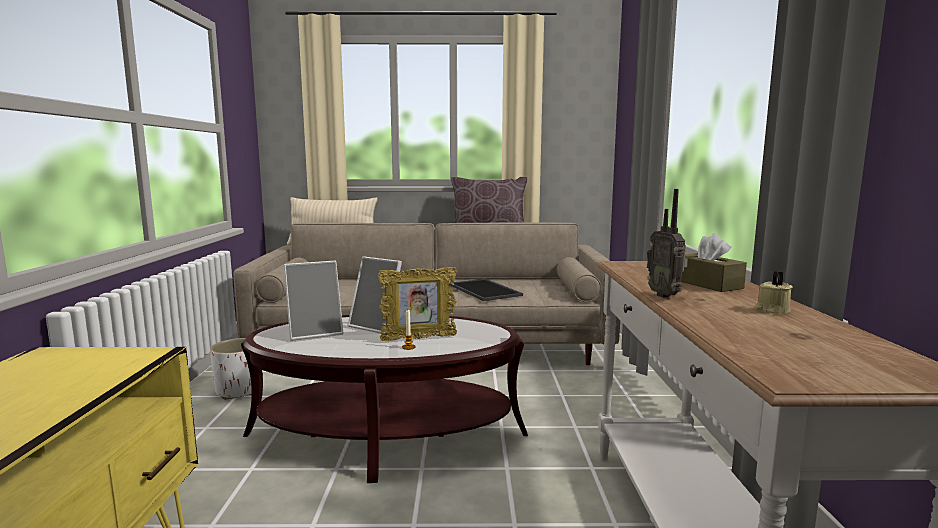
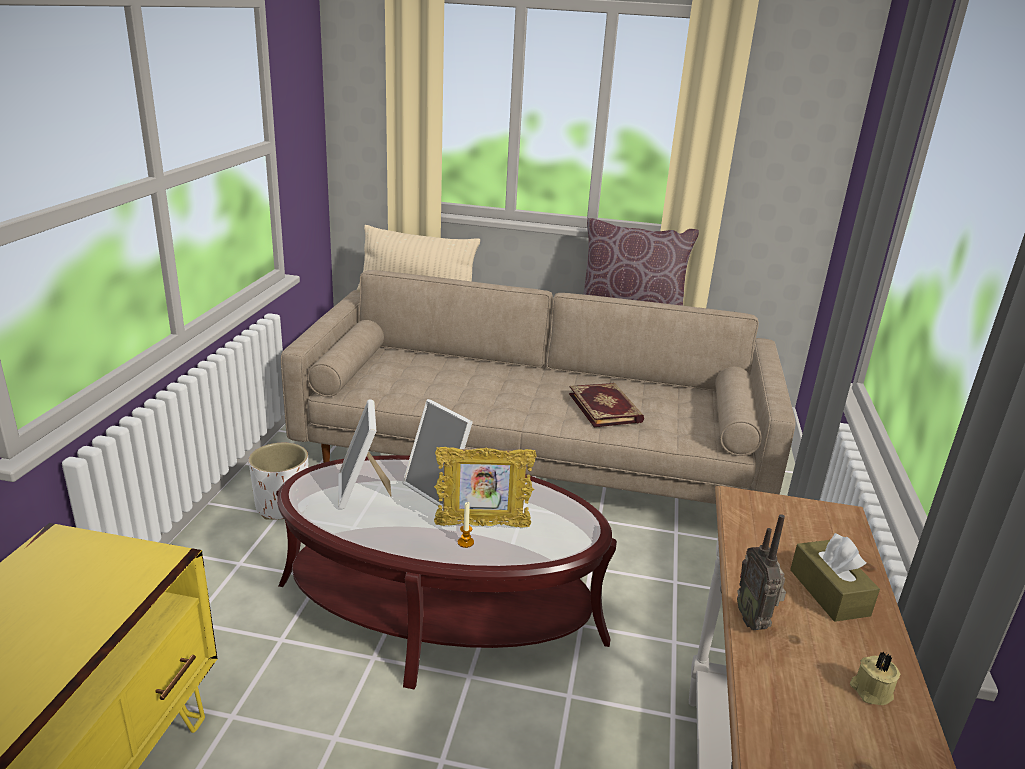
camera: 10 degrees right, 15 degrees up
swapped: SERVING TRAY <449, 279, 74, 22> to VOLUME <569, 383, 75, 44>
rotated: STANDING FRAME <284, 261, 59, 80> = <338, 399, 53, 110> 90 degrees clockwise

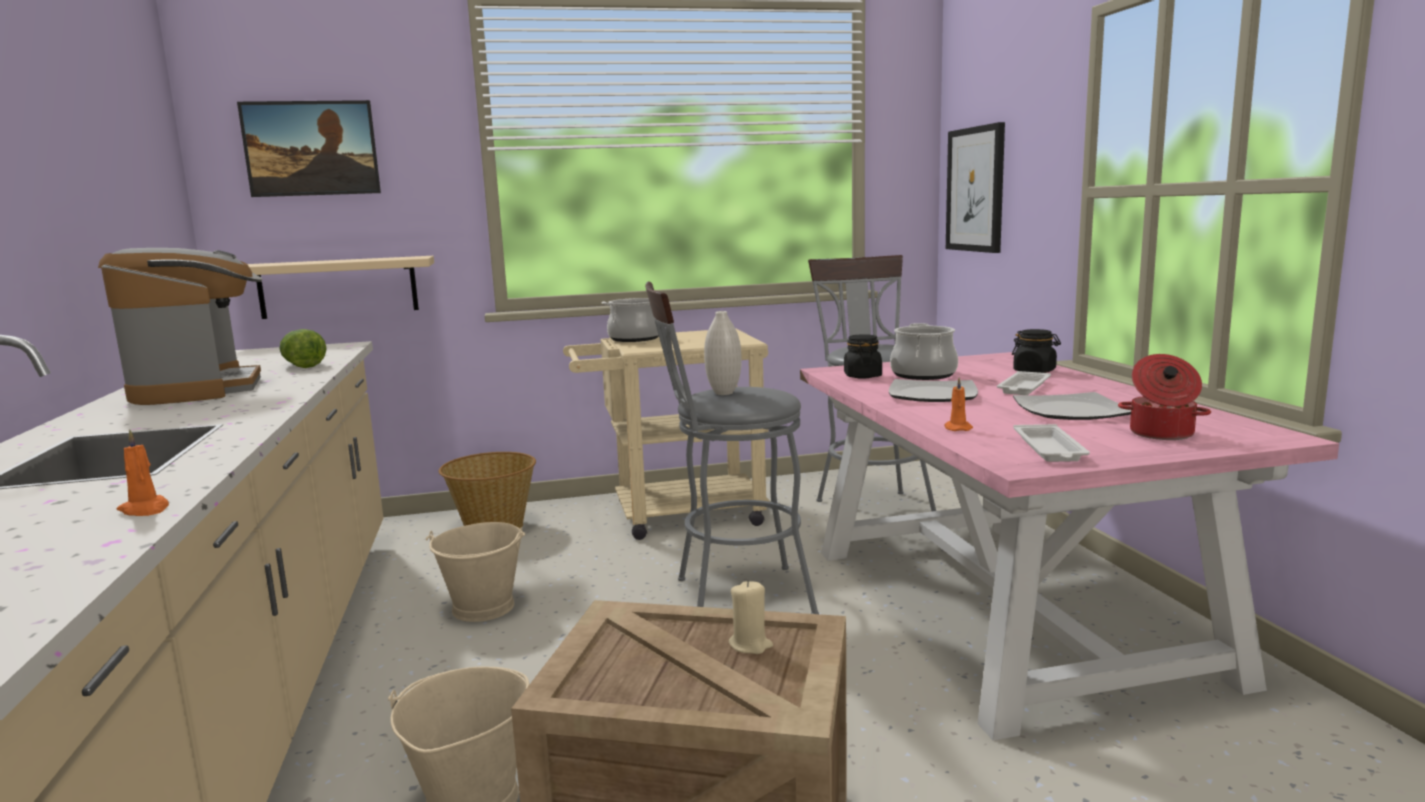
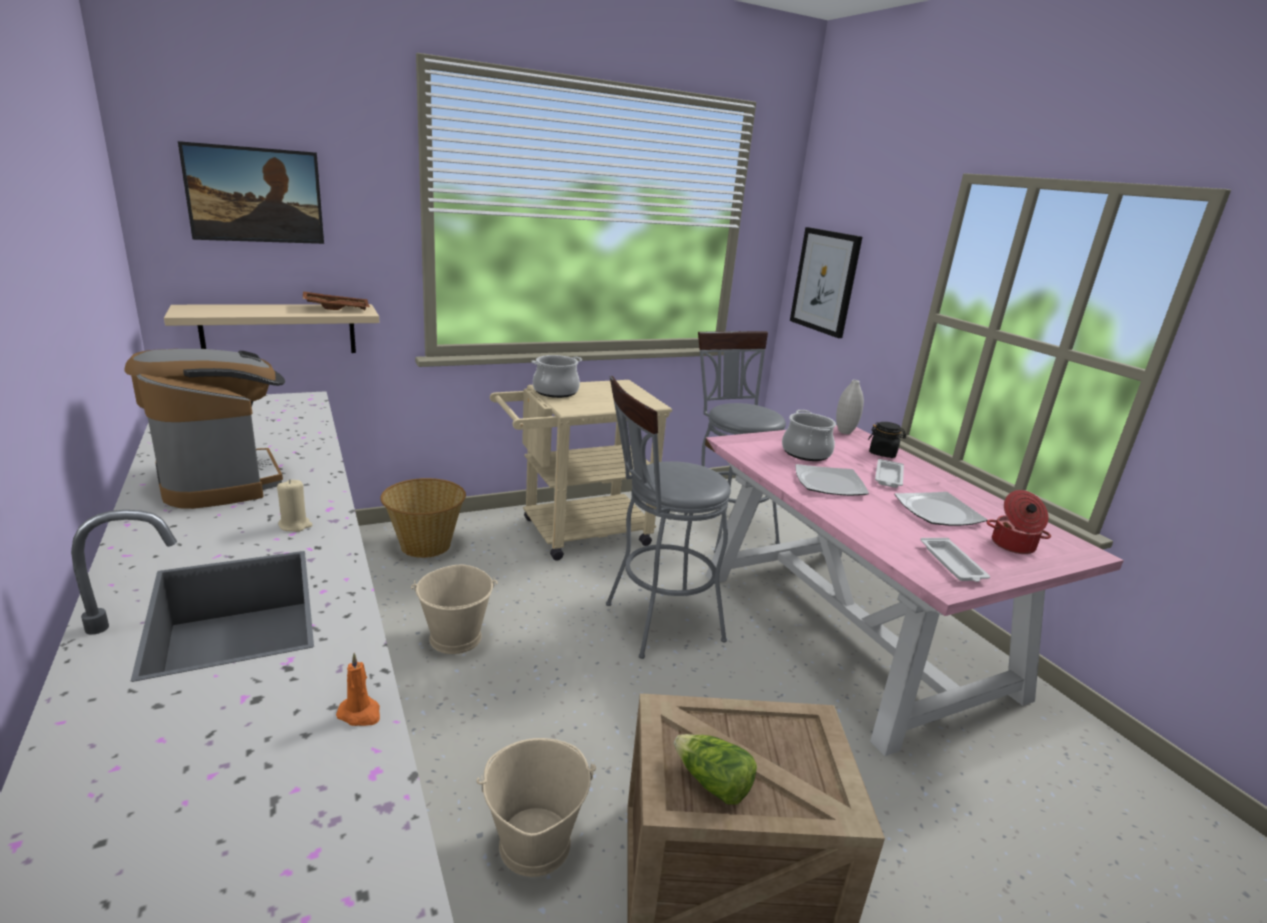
camera: 15 degrees left, 10 degrees up
gone: BLACK-COLOURED PRESERVE JAR <844, 334, 38, 45>; ORANGEY WAX LIGHT <944, 377, 29, 54>
new: BROWN SERVING TRAY <303, 291, 67, 19>
shifted: WHITISH FLOWER VASE <704, 311, 38, 84> to <836, 380, 28, 54>; LETTUCE <279, 329, 47, 39> to <674, 734, 83, 71>; SAND-COLOURED WAX LIGHT <729, 581, 44, 73> to <277, 479, 36, 53>

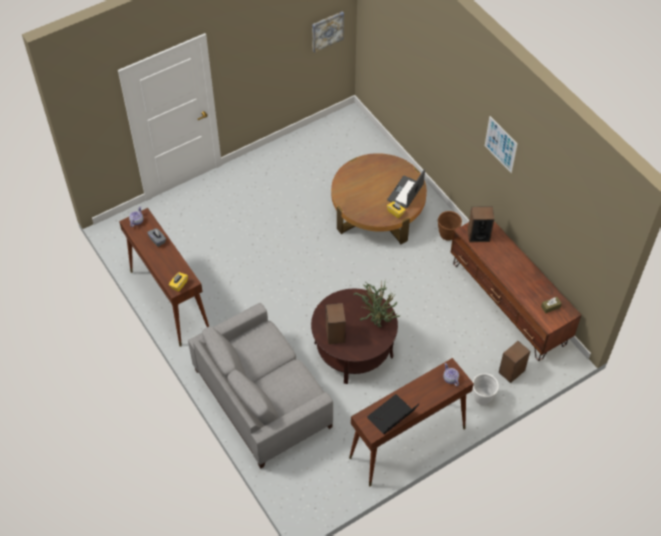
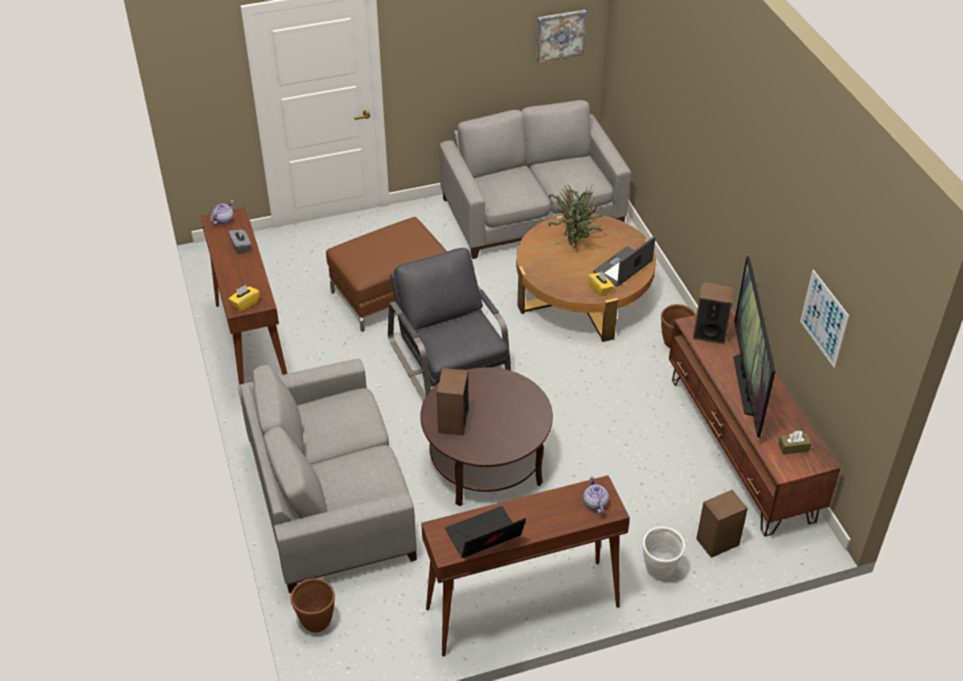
camera: 15 degrees right, 10 degrees down
new: GREY SOFA <440, 100, 191, 159>; BROWN OTTOMAN <326, 217, 121, 115>; GREY ARMCHAIR <388, 248, 123, 154>; TV <733, 256, 43, 181>; BROWN FLOWER POT <290, 578, 45, 55>
shifted: WALL ART <485, 116, 33, 57> to <800, 269, 49, 99>; HOUSEPLANT <354, 282, 46, 45> to <548, 183, 54, 65>

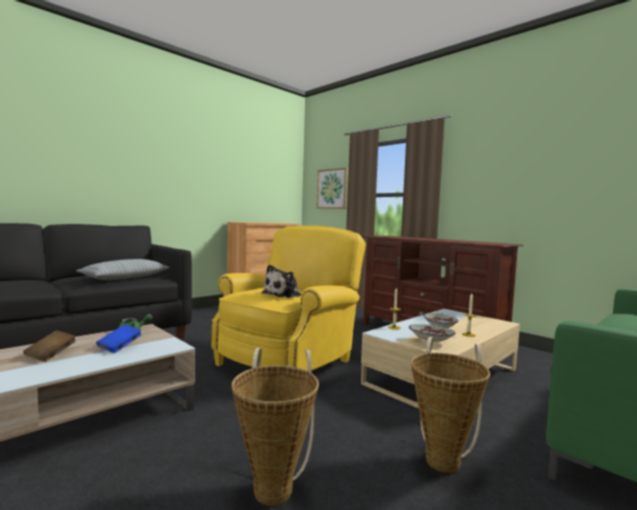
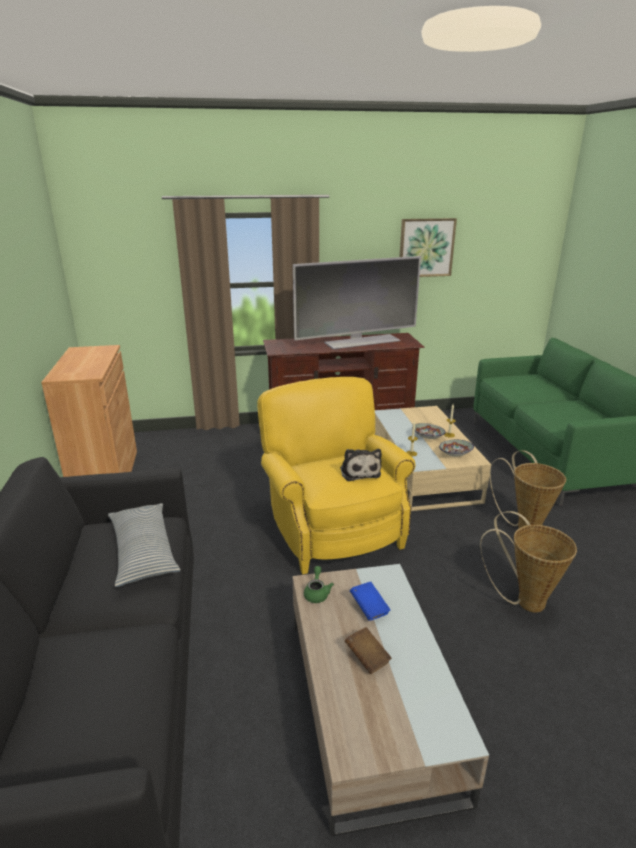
camera: 55 degrees left, 20 degrees up
new: TV <293, 256, 128, 93>
shifted: WALL ART <316, 168, 32, 41> to <399, 218, 58, 59>

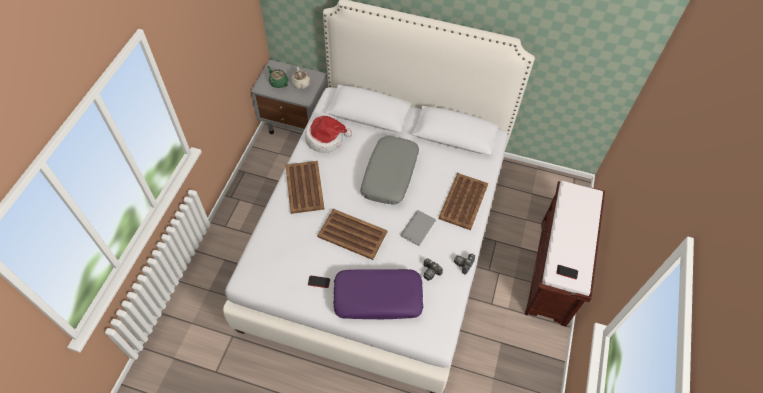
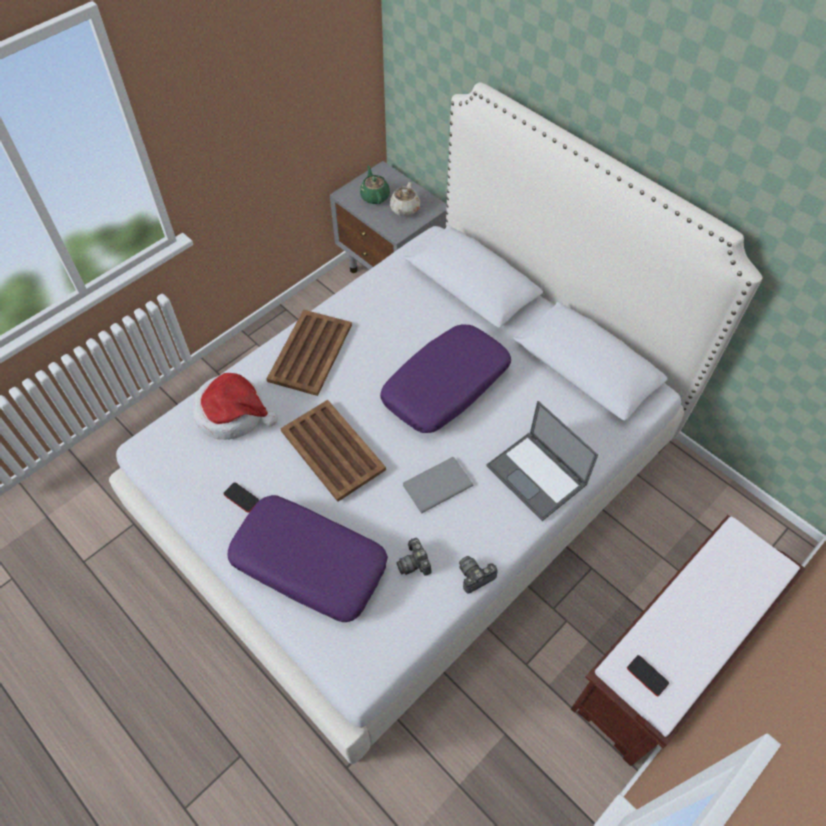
camera: 30 degrees right, 0 degrees up
shifted: CLOTHING HAT <305, 116, 47, 37> to <193, 373, 85, 67>
swapped: BROWN SERVING TRAY <439, 173, 49, 57> to PORTABLE COMPUTER <486, 401, 112, 120>
repainted: GREY THROW PILLOW <360, 136, 59, 68> to PURPLE-COLOURED THROW PILLOW <380, 325, 131, 108>

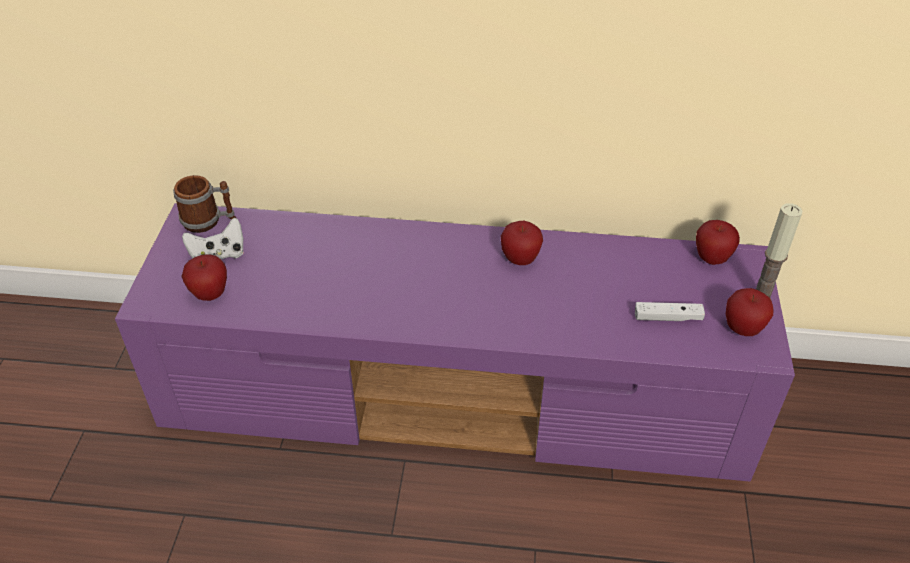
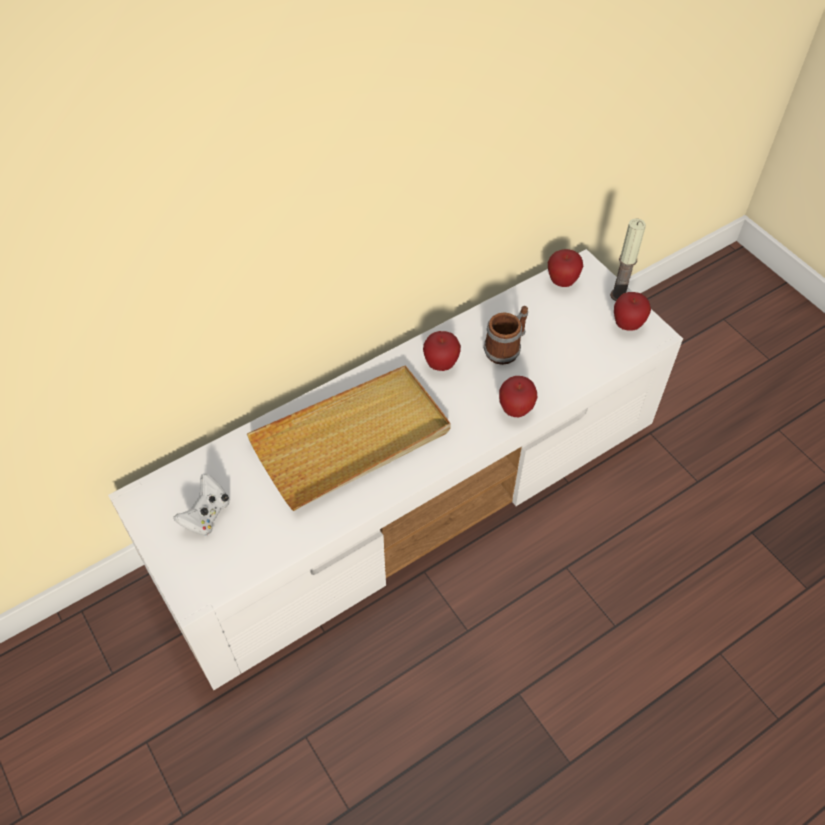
camera: 40 degrees left, 10 degrees up
gone: WHITISH GAMEPAD <635, 302, 70, 19>
new: SAND-COLOURED SERVING TRAY <247, 365, 204, 146>
shifted: MUG <173, 175, 63, 58> to <484, 306, 44, 59>; APPLE FRUIT <181, 254, 46, 47> to <499, 376, 38, 41>
repainted: PURPLE-COLOURED TV UNIT <115, 203, 680, 279> to WHITISH TV UNIT <108, 249, 575, 441>

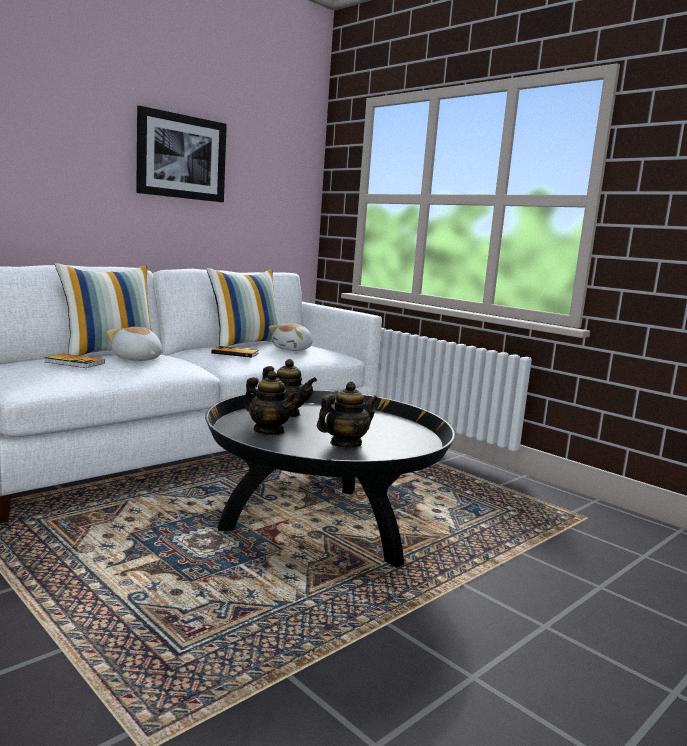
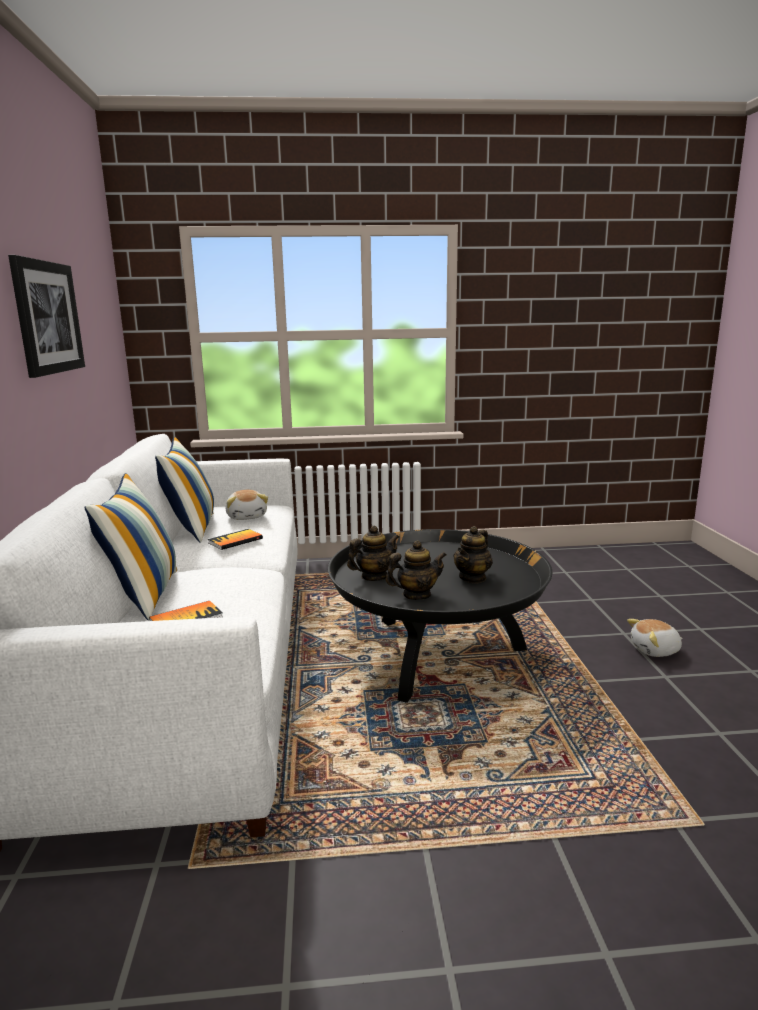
camera: 50 degrees left, 5 degrees up
shifted: CUDDLY TOY <107, 327, 55, 34> to <627, 619, 56, 38>
rotated: POT FOR TEA <317, 381, 61, 67> = <453, 526, 40, 58> 150 degrees counterclockwise

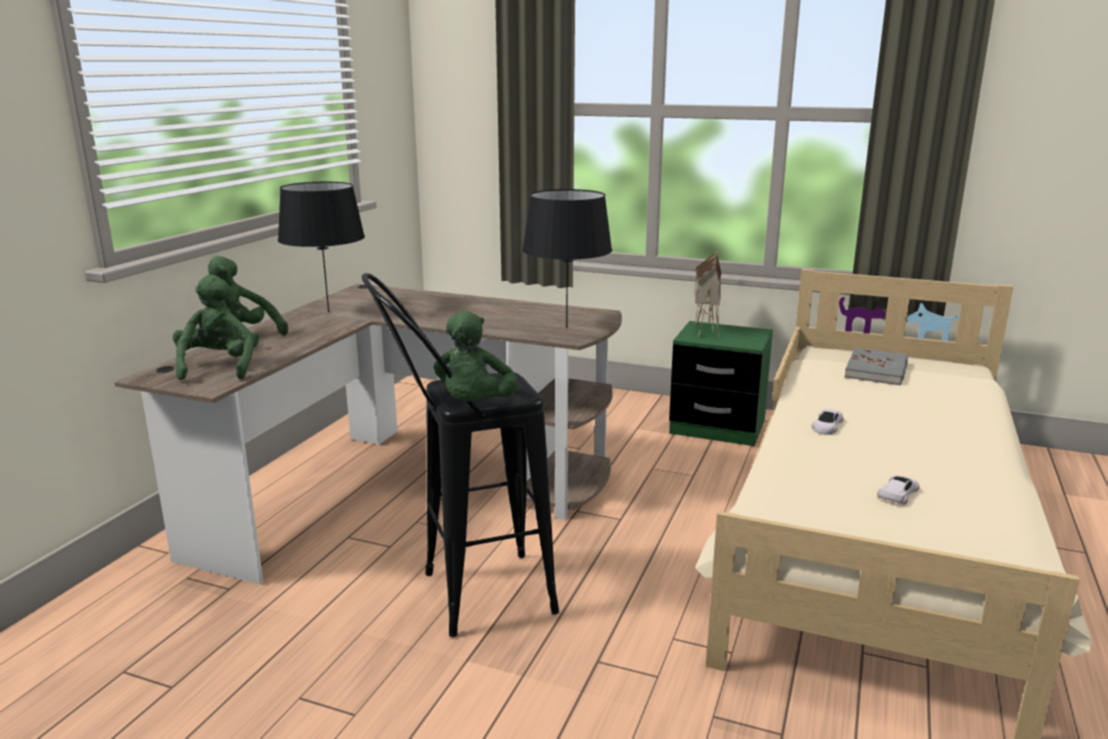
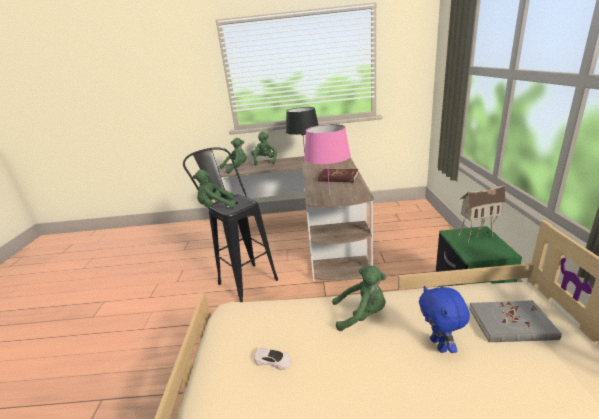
camera: 70 degrees right, 5 degrees up
new: REDDISH VOLUME <318, 168, 40, 14>; BLUE-COLOURED CUDDLY TOY <419, 286, 51, 67>
swapped: WHITISH TOY CAR <812, 409, 32, 26> to GREENISH CUDDLY TOY <332, 266, 54, 65>
repainted: BLACK-COLOURED TABLE LAMP <522, 189, 90, 139> to PINK TABLE LAMP <304, 124, 47, 72>

